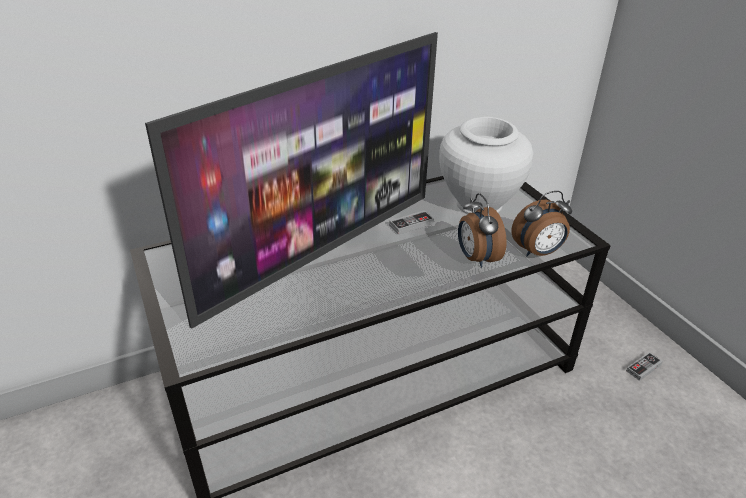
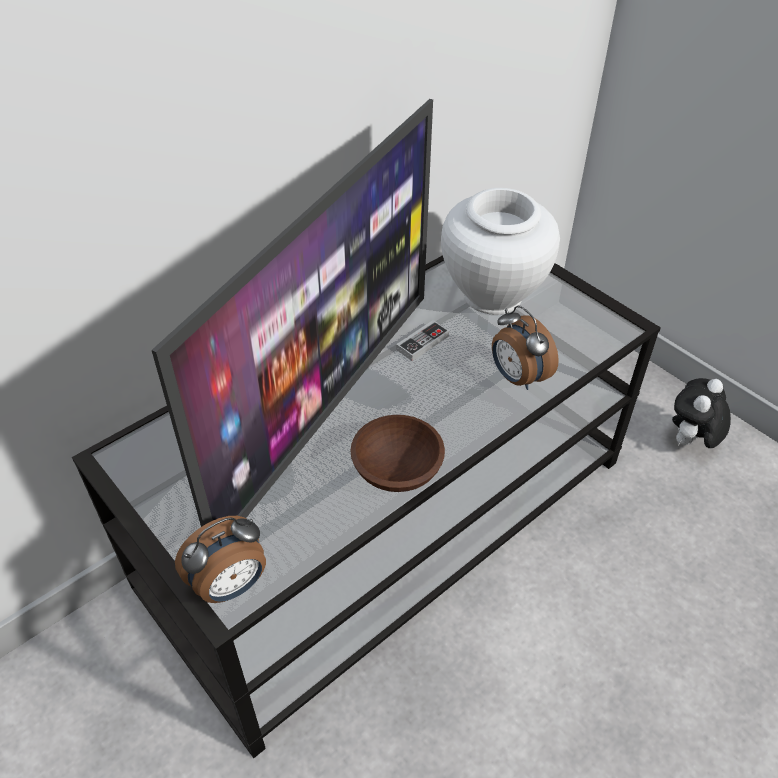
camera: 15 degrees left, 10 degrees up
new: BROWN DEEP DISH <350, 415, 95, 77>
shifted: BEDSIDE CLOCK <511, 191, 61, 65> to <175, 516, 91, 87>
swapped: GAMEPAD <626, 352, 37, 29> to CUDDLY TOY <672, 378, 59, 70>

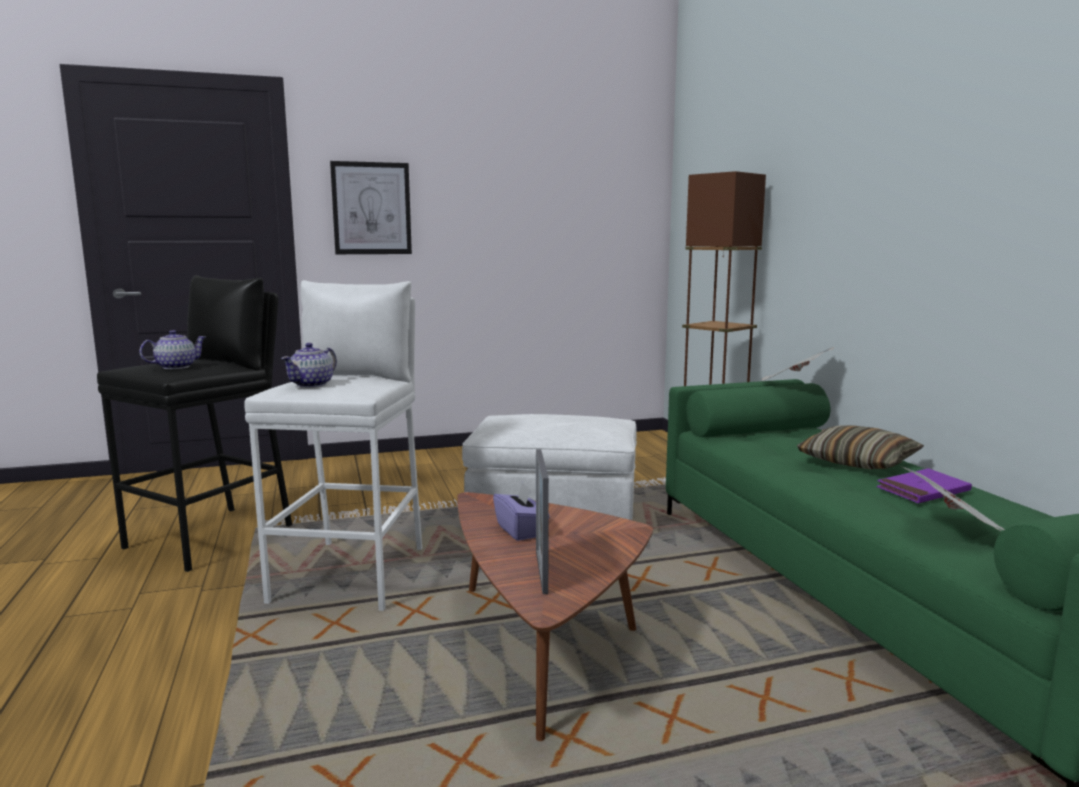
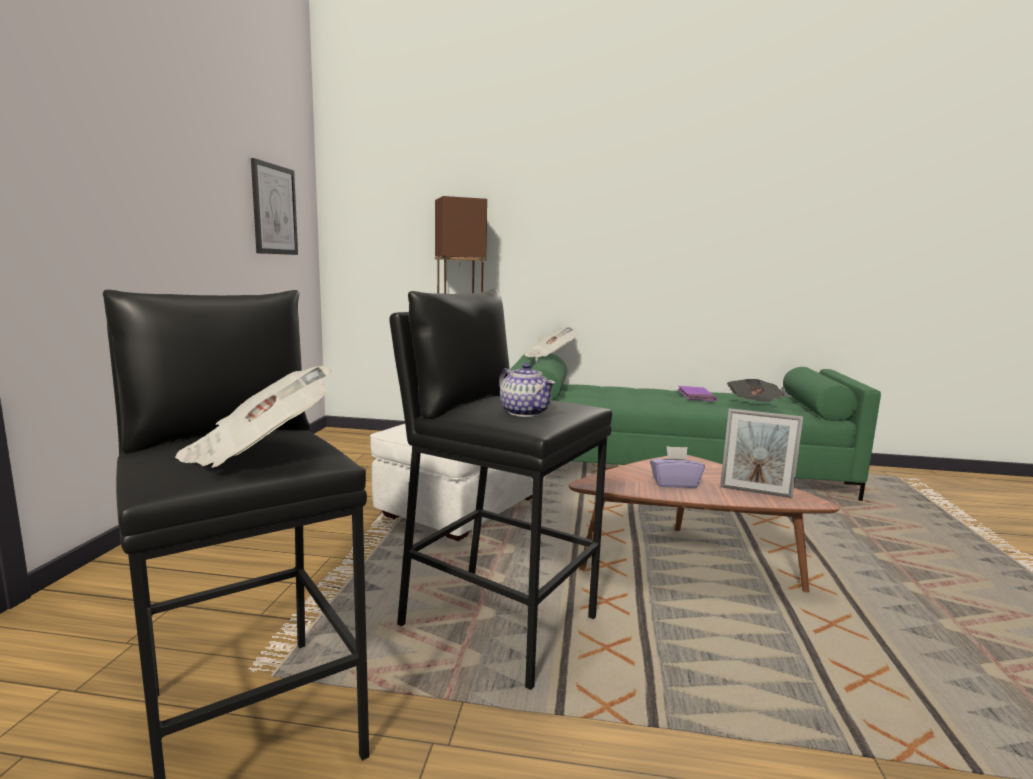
camera: 65 degrees left, 0 degrees up
gone: THROW PILLOW <797, 425, 127, 44>
shifted: WALL ART <330, 161, 82, 93> to <251, 158, 47, 97>
swapped: POT FOR TEA <139, 330, 67, 39> to PRINTED PAPER <175, 366, 156, 102>
repainted: WHITISH STOOL <244, 280, 178, 331> to BLACK-COLOURED STOOL <389, 289, 223, 401>

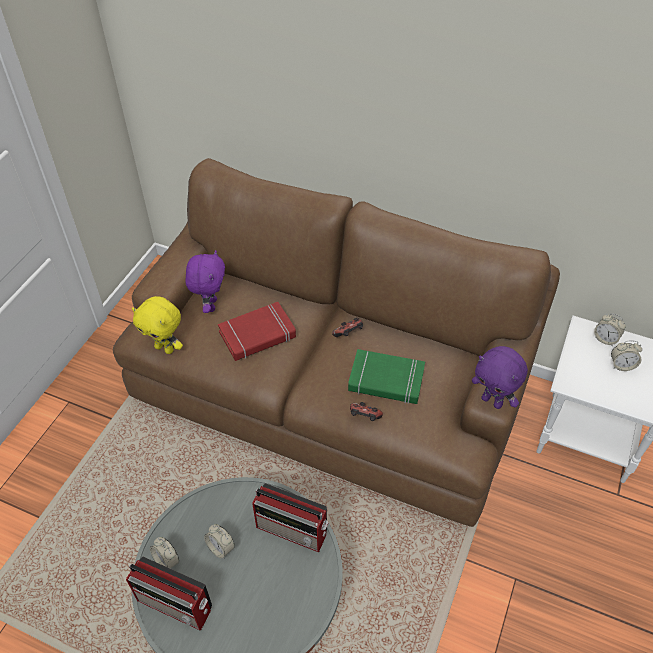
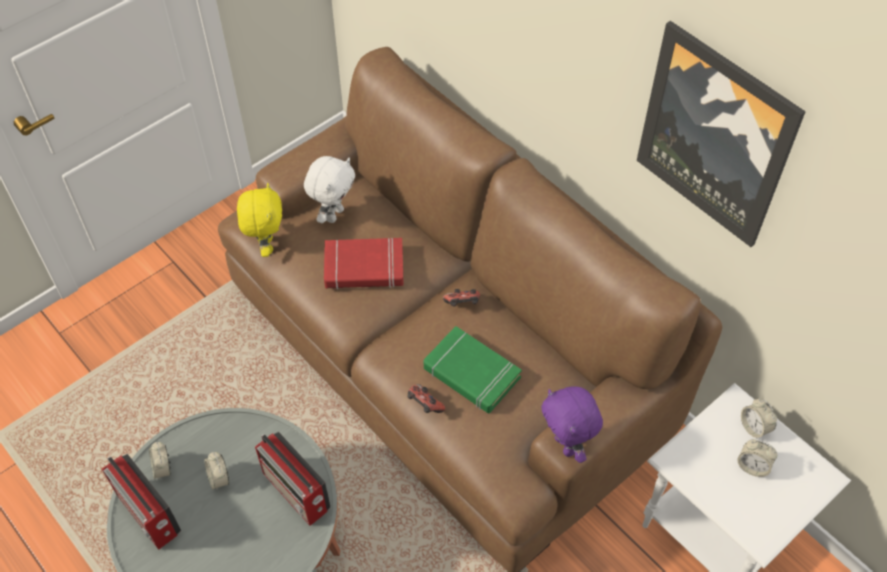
camera: 25 degrees right, 5 degrees up
new: WALL ART <637, 21, 169, 226>
repainted: PURPLE-COLOURED CUDDLY TOY <186, 250, 39, 63> to WHITISH CUDDLY TOY <304, 156, 51, 67>
rotated: YELLOW-COLOURED CUDDLY TOY <132, 296, 51, 58> = <237, 183, 45, 74> 150 degrees counterclockwise

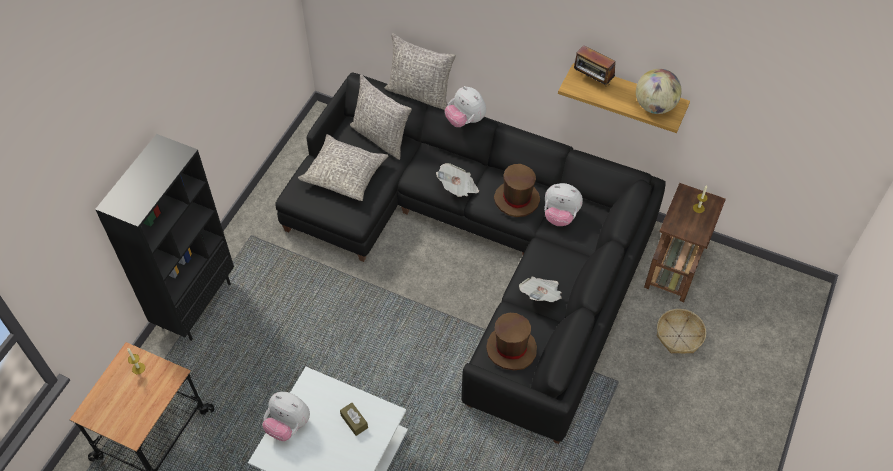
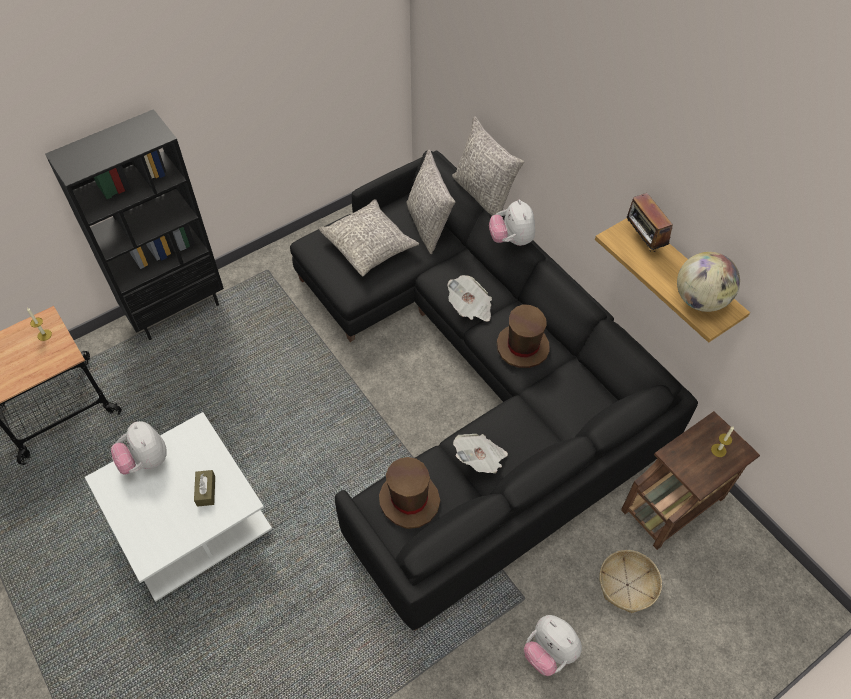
camera: 30 degrees right, 0 degrees up
shifted: CUDDLY TOY <544, 183, 39, 43> to <524, 615, 58, 61>

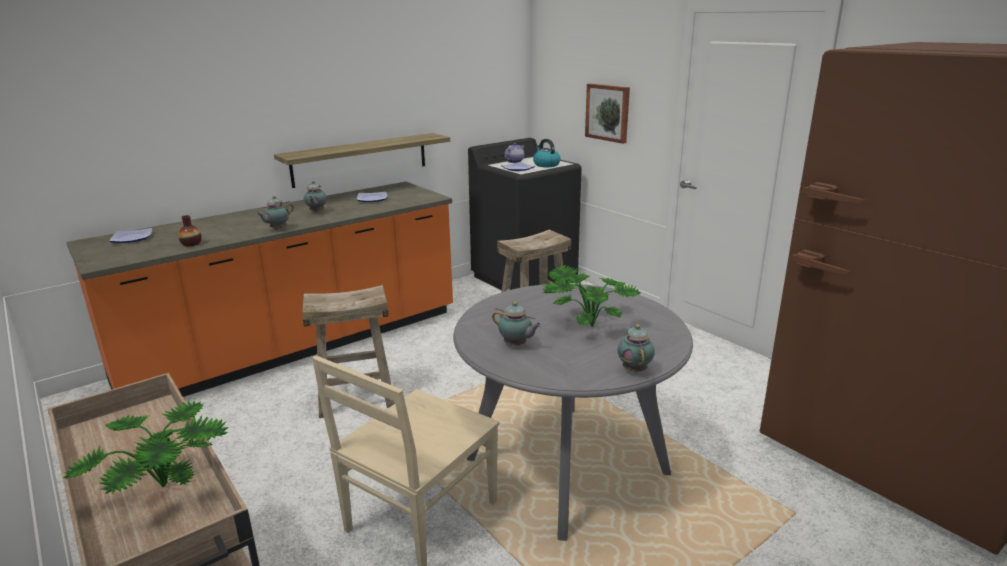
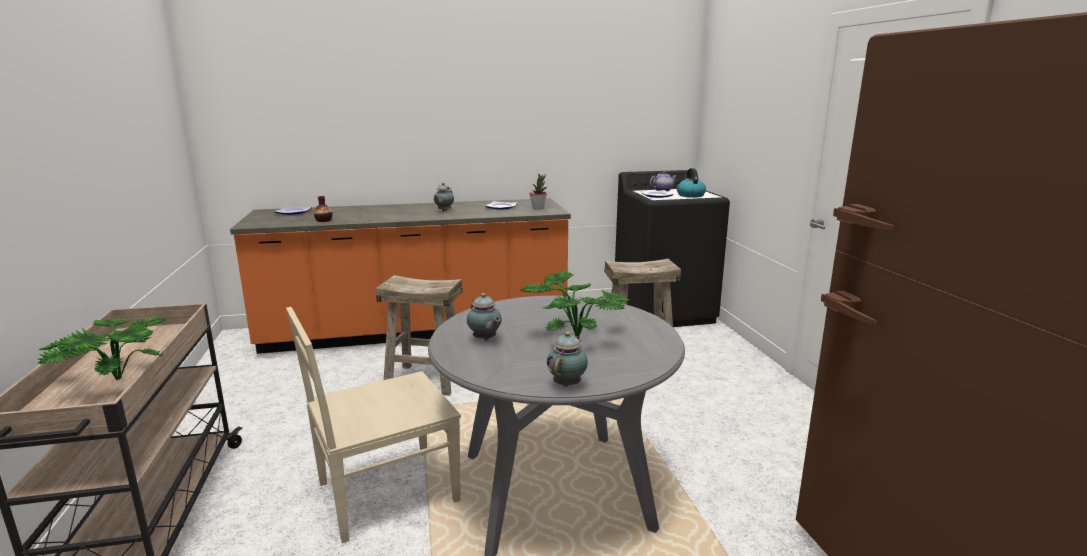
camera: 25 degrees right, 5 degrees down
gone: WALL ART <585, 83, 45, 61>; BRACKET SHELF <274, 133, 176, 55>; POT FOR TEA <256, 196, 38, 34>
new: HOUSEPLANT <529, 174, 18, 35>

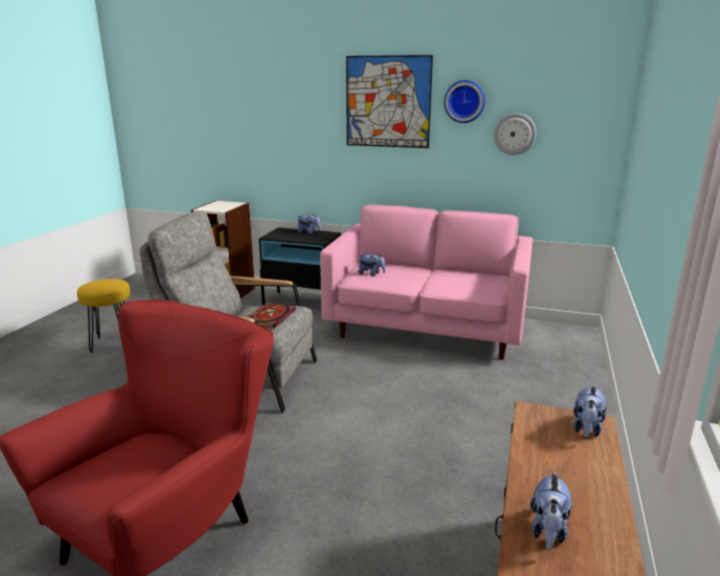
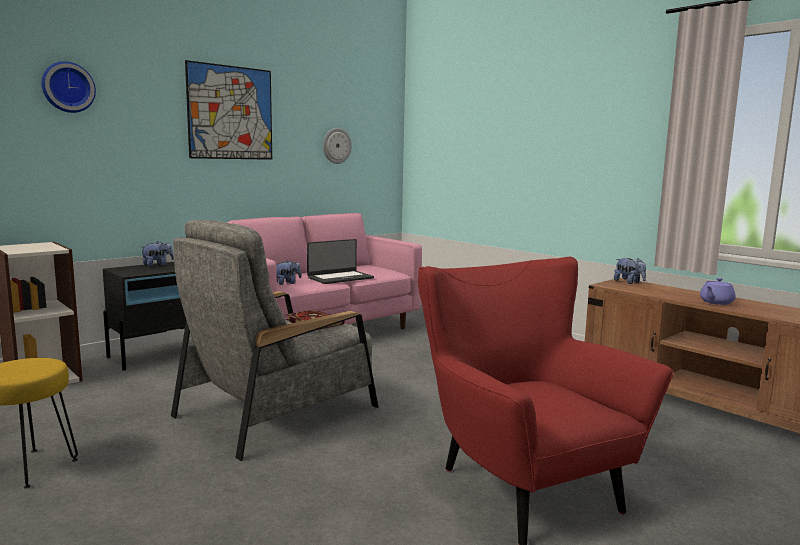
camera: 60 degrees left, 10 degrees down
new: PORTABLE COMPUTER <307, 239, 67, 45>
shifted: CLOCK ON THE WALL <444, 80, 41, 43> to <41, 61, 55, 52>
swapped: CUDDLY TOY <530, 470, 42, 80> to PURPLE-COLOURED POT FOR TEA <700, 278, 36, 27>

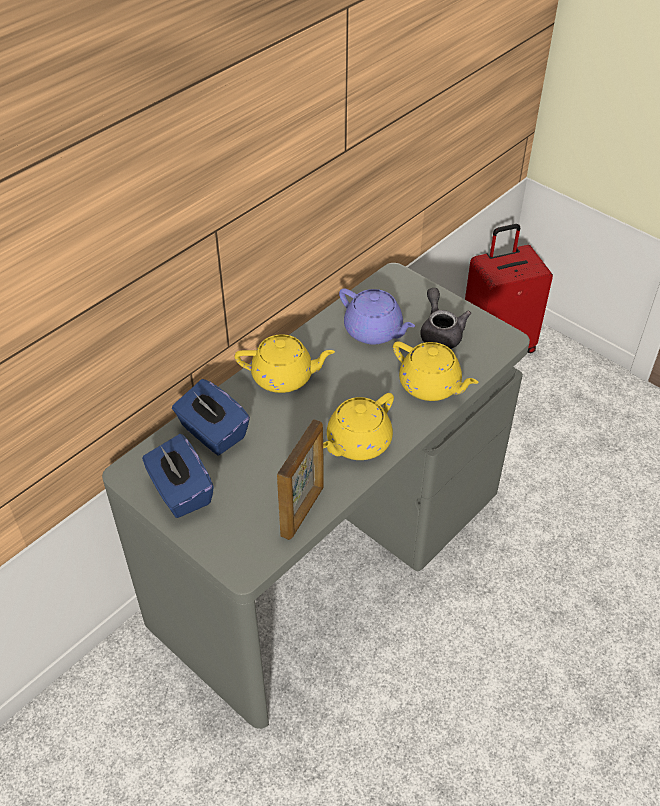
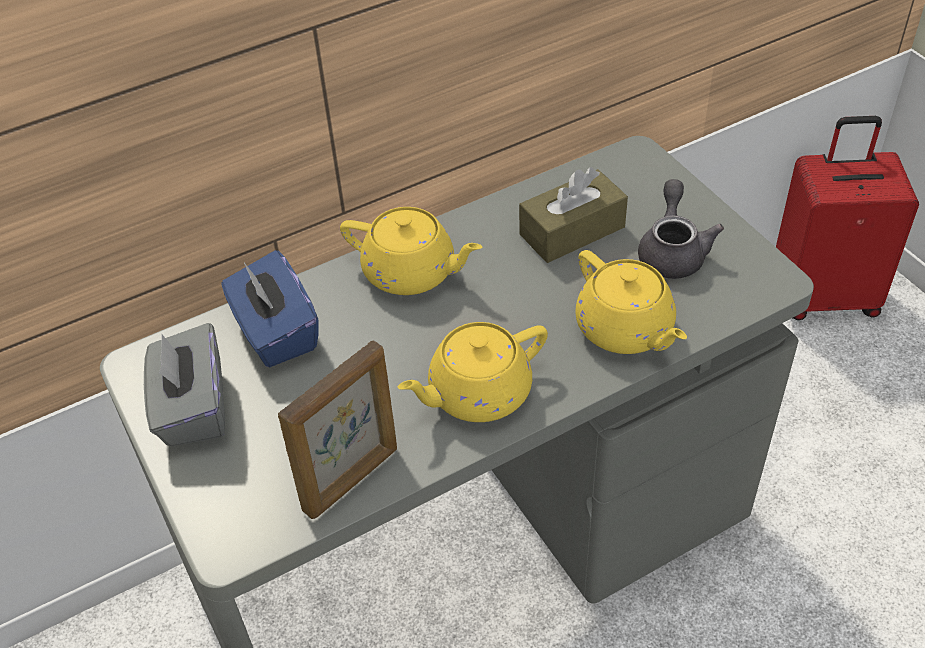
camera: 20 degrees right, 0 degrees up
swapped: PURPLE-COLOURED POT FOR TEA <339, 288, 76, 57> to BROWN TISSUE HOLDER <519, 168, 109, 95>
repainted: BLUE-COLOURED TISSUE HOLDER <142, 434, 72, 84> to GREY TISSUE HOLDER <144, 323, 81, 123>

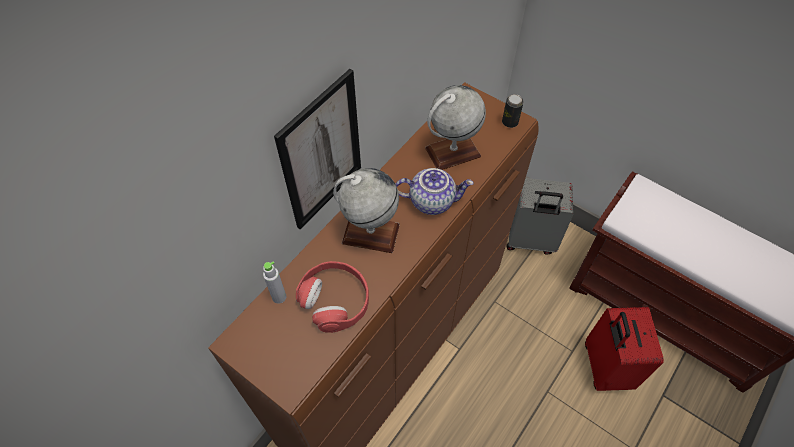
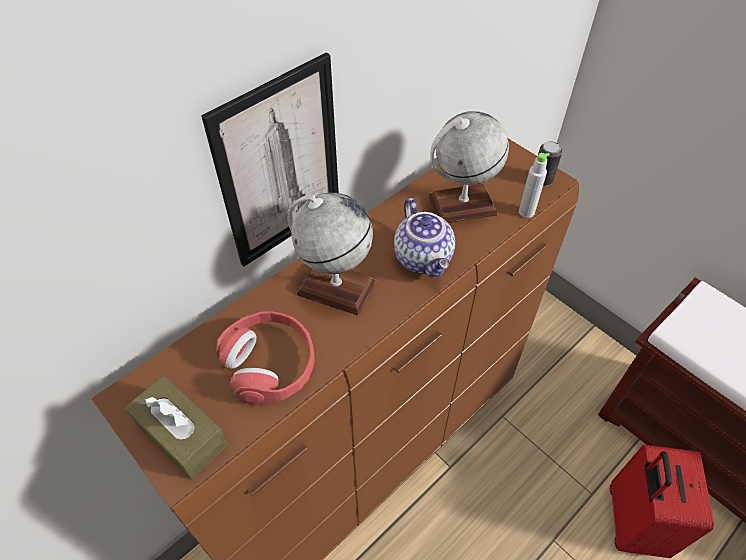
camera: 10 degrees right, 5 degrees down
gone: GREY SUITCASE <507, 178, 66, 77>
new: BROWN TISSUE HOLDER <125, 376, 103, 104>
shifted: GREY DRINK BOTTLE <263, 261, 23, 43> to <519, 153, 31, 65>
rotated: POT FOR TEA <396, 168, 78, 47> = <394, 198, 61, 80> 60 degrees clockwise

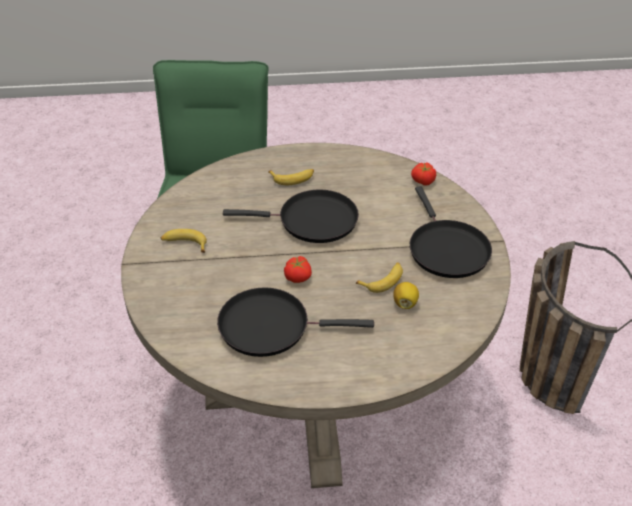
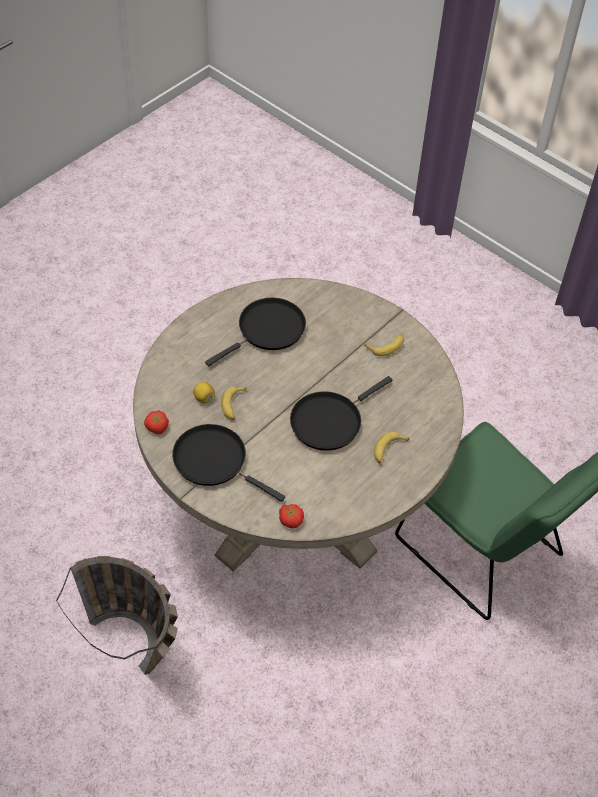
camera: 135 degrees right, 10 degrees up
shifted: TOMATO <284, 256, 28, 27> to <144, 410, 25, 24>

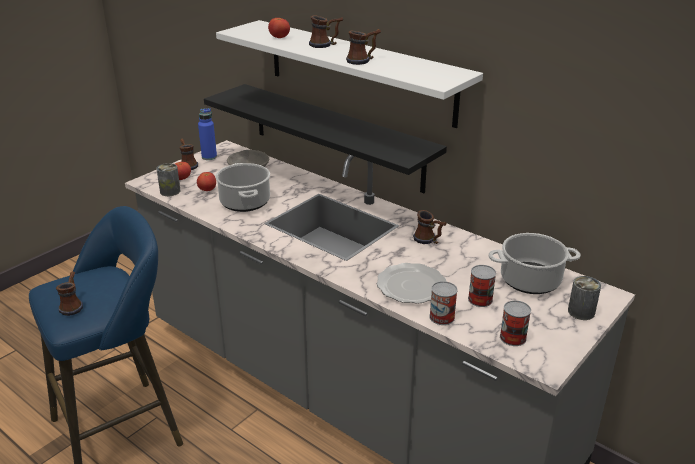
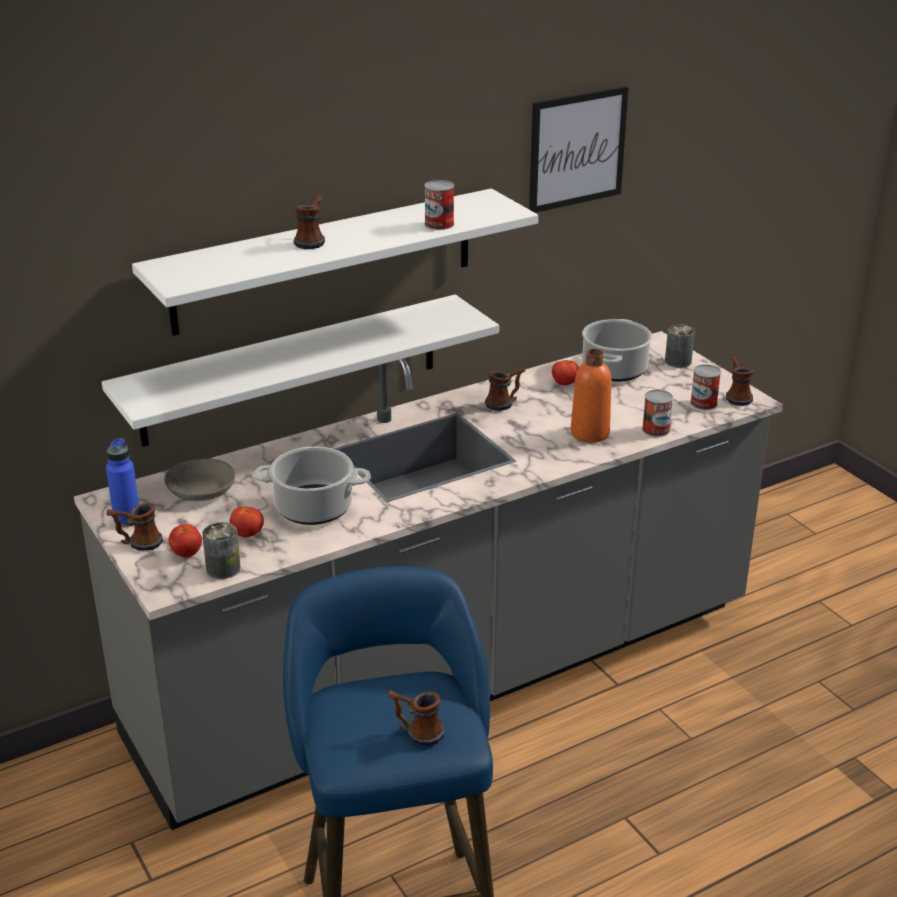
camera: 70 degrees left, 0 degrees up
new: WALL ART <529, 86, 99, 127>
shifted: TOMATO <268, 18, 22, 20> to <552, 360, 27, 25>; MUG <346, 29, 35, 36> to <726, 356, 27, 50>; CAN <468, 265, 28, 42> to <424, 180, 30, 50>
swapped: DINNER PLATE <377, 263, 69, 41> to ORANGEY DRINK BOTTLE <571, 349, 40, 93>
repainted: BLACK-COLOURED BRACKET SHELF <204, 84, 243, 109> to WHITISH BRACKET SHELF <102, 295, 397, 152>

